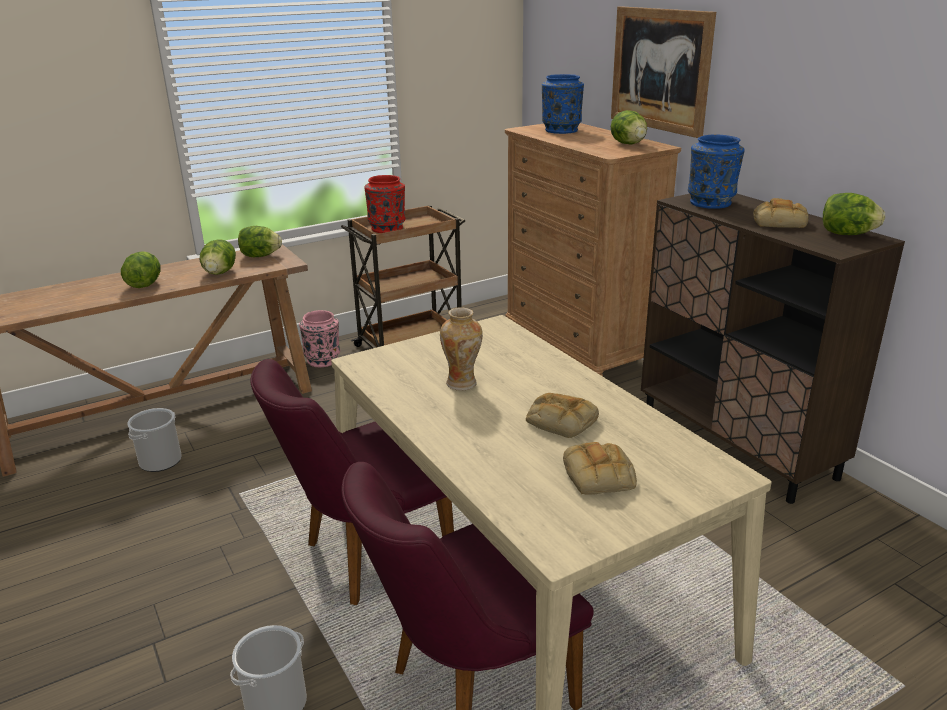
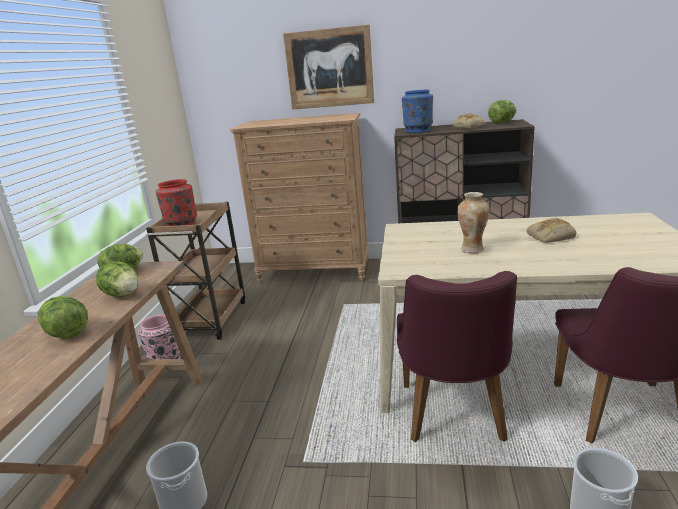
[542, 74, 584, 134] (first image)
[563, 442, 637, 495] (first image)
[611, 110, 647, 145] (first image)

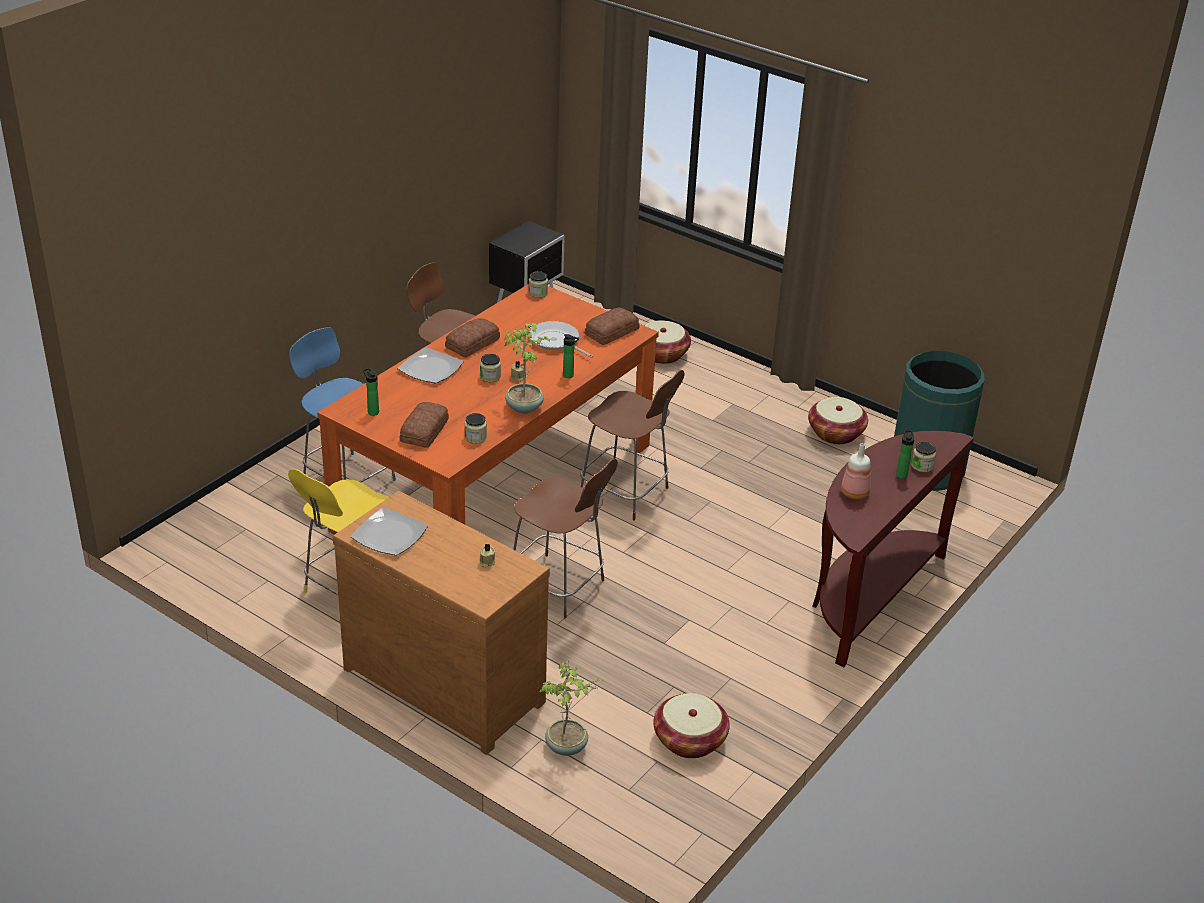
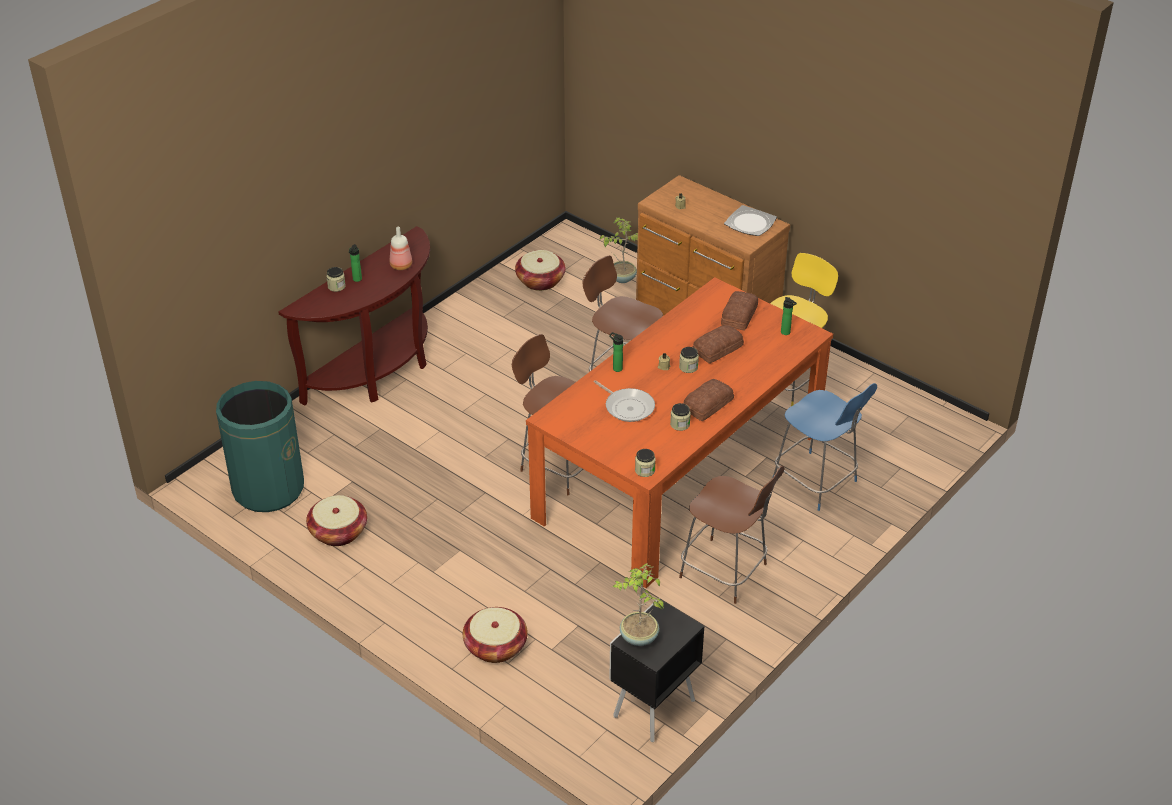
[397, 347, 464, 383] (first image)
[670, 403, 691, 431]
[613, 563, 664, 646]
[693, 325, 744, 364]

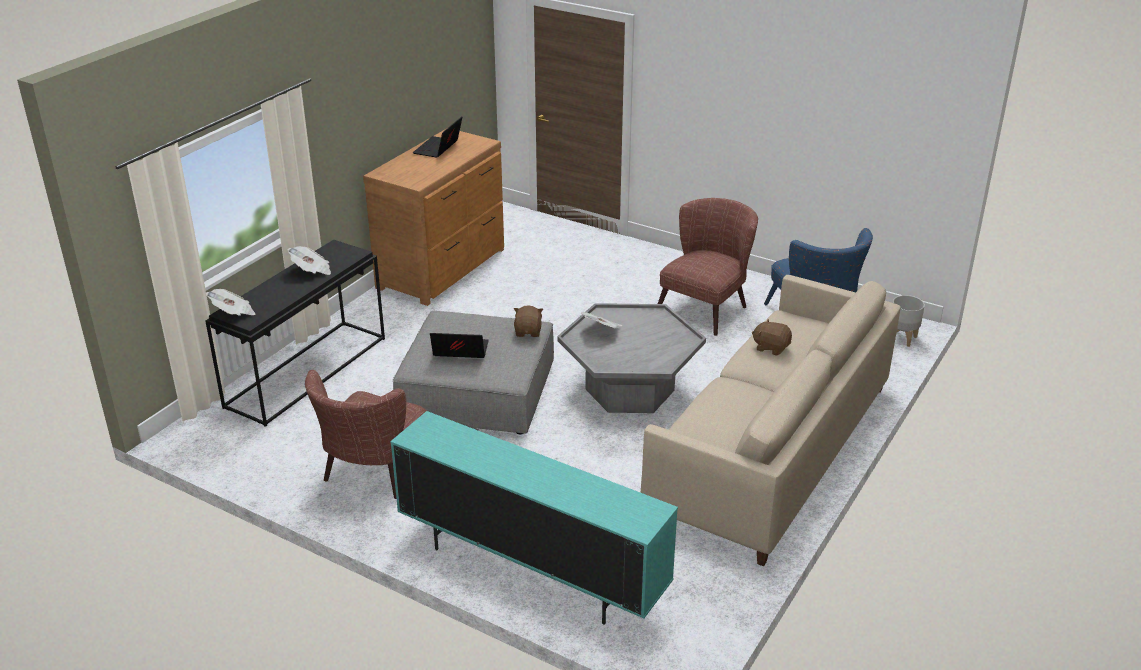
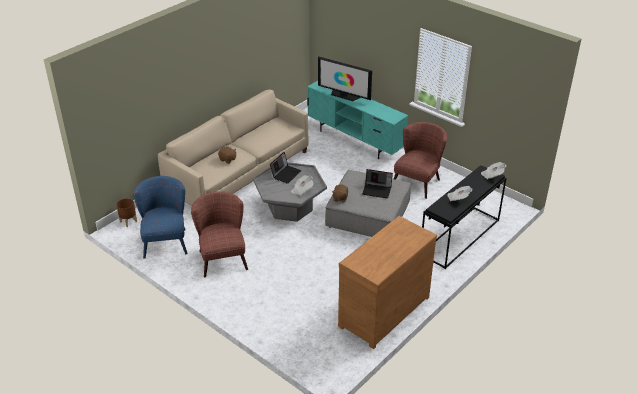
[270, 152, 301, 184]
[191, 191, 248, 278]
[116, 198, 137, 227]
[318, 56, 372, 101]

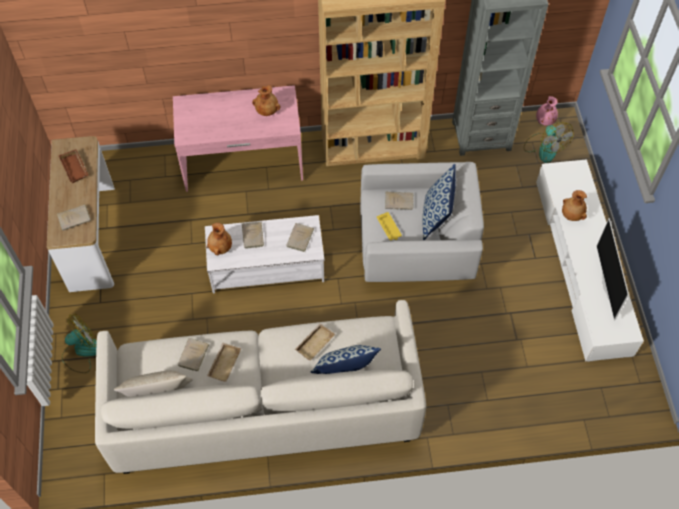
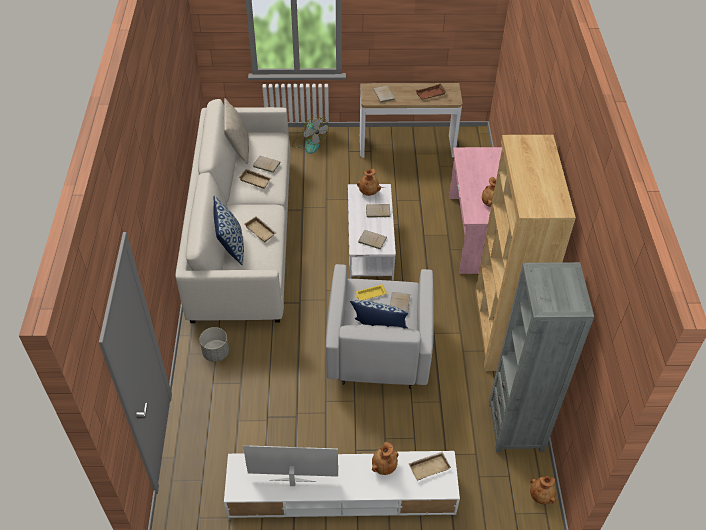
[524, 122, 573, 163] (first image)
[530, 475, 556, 504]
[199, 327, 229, 362]
[409, 452, 451, 480]

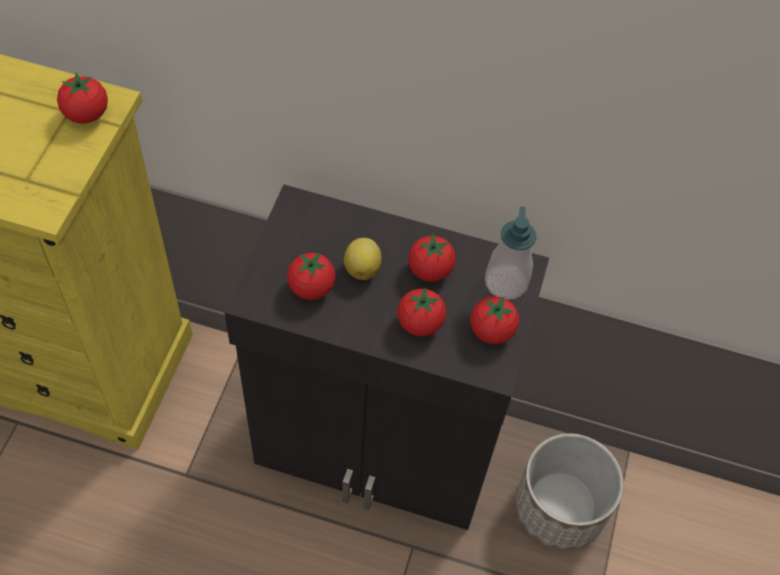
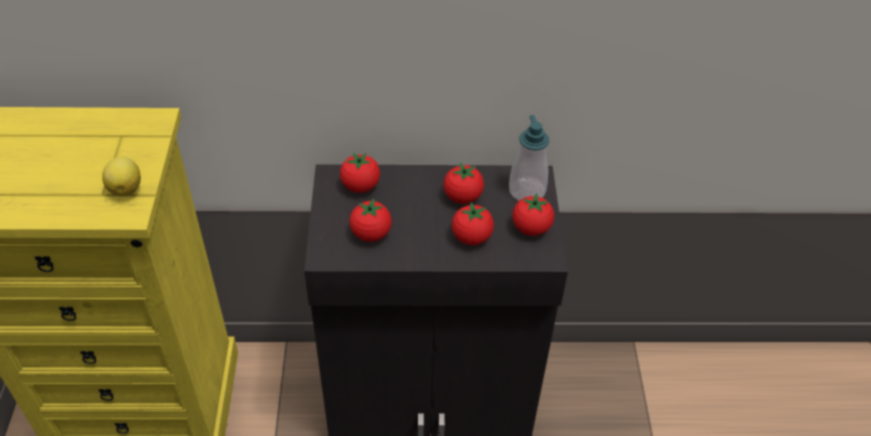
[340, 153, 380, 193]
[102, 157, 141, 197]
[515, 433, 624, 550] (first image)

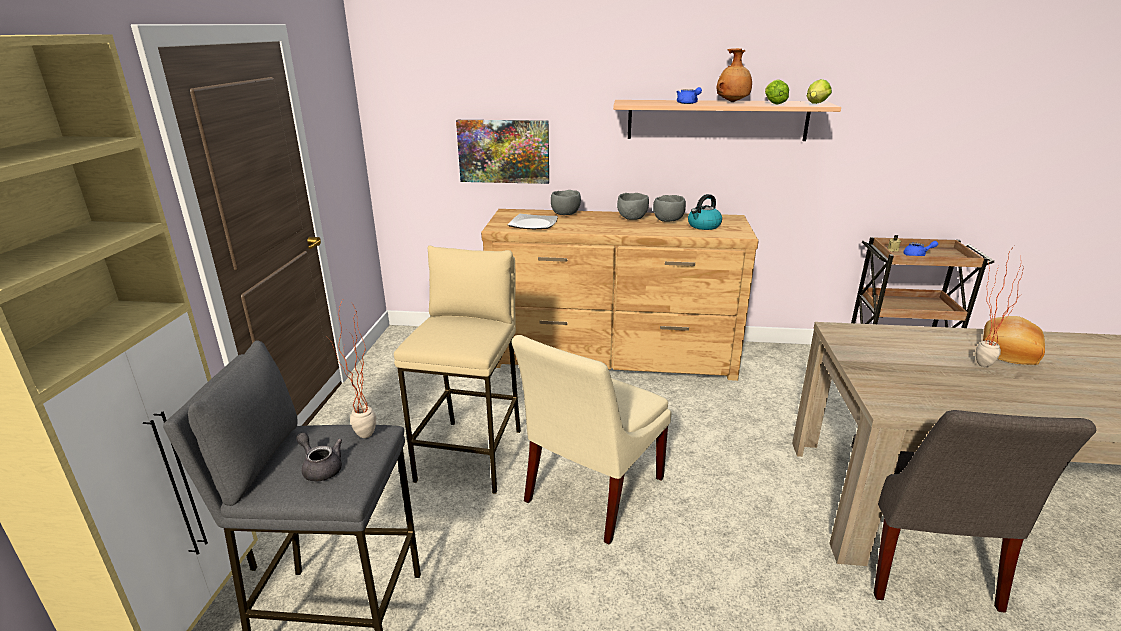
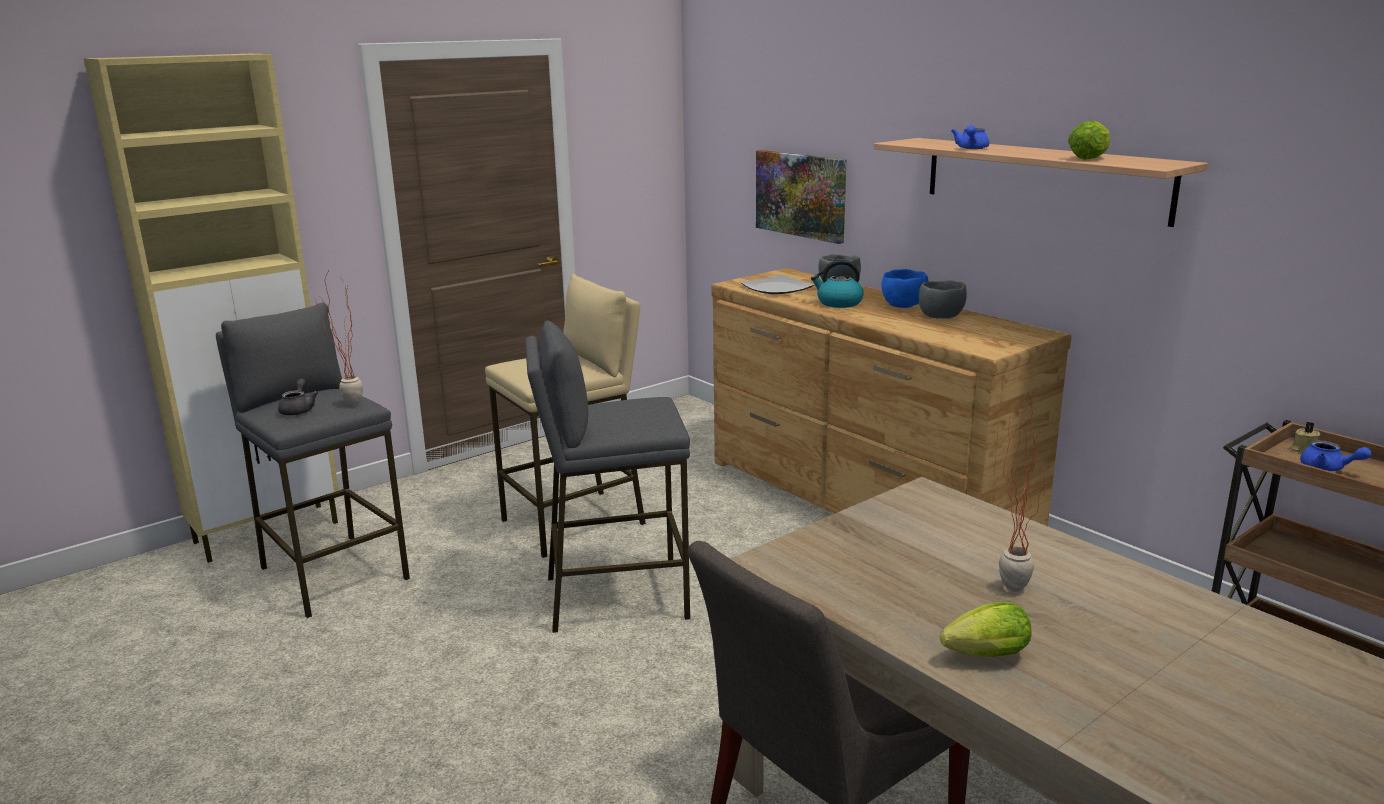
[525, 321, 690, 633]
[881, 269, 929, 308]
[811, 260, 864, 308]
[716, 48, 752, 102] (first image)
[940, 602, 1031, 657]
[983, 316, 1045, 365] (first image)

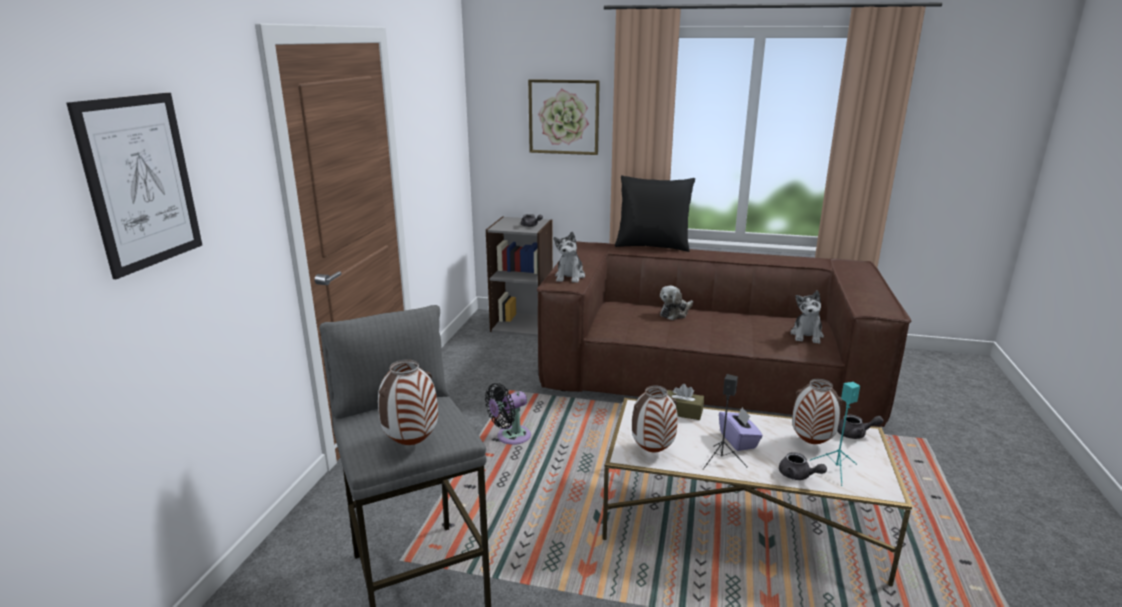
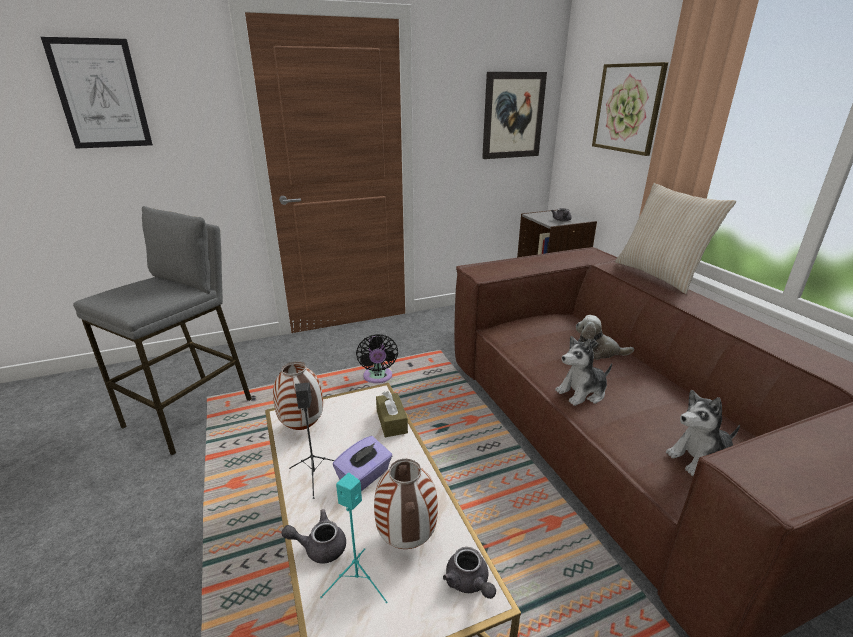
[378, 359, 438, 445] (first image)
[356, 334, 398, 383]
[555, 336, 612, 406]
[615, 183, 736, 294]
[281, 509, 346, 563]
[482, 72, 547, 159]

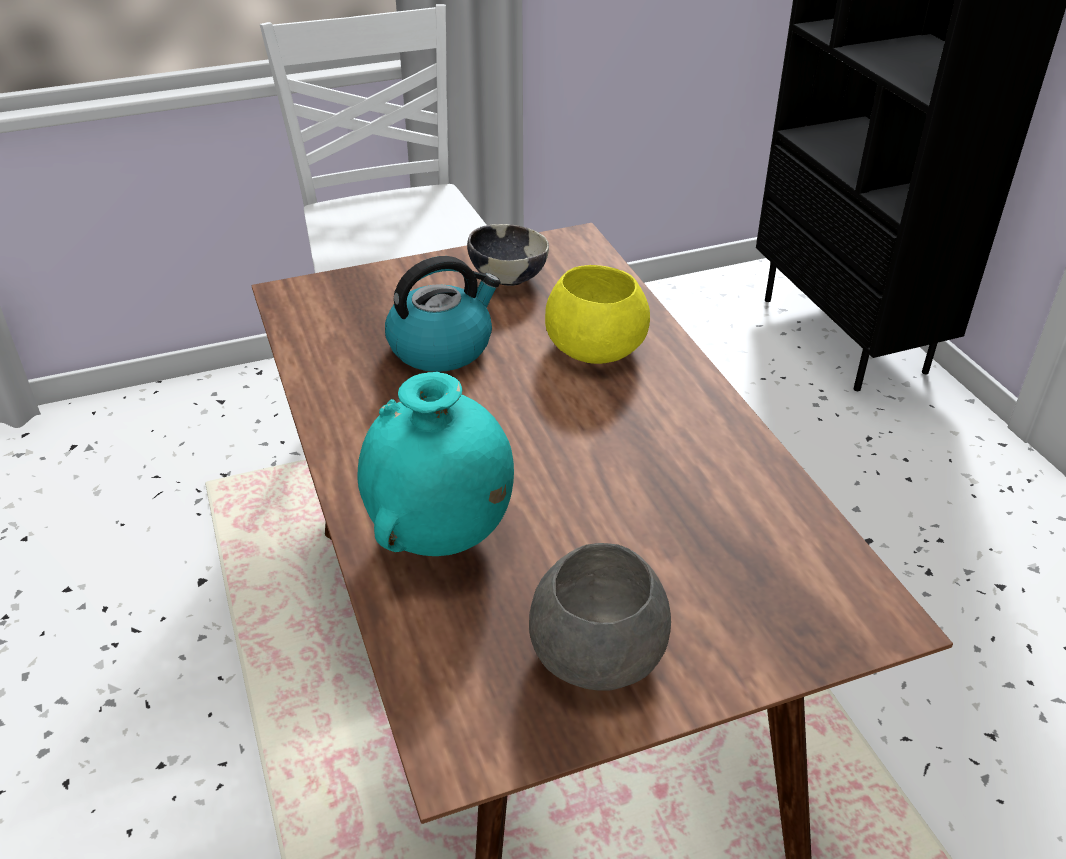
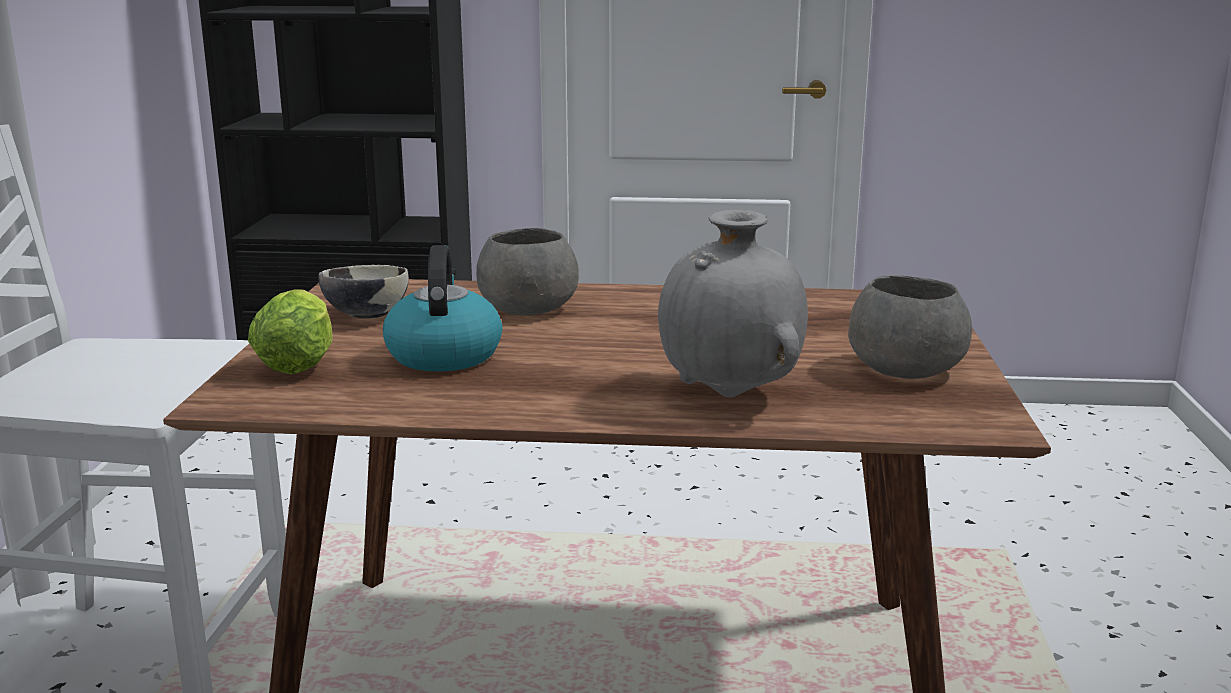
[658, 210, 808, 398]
[476, 228, 579, 316]
[248, 290, 333, 374]

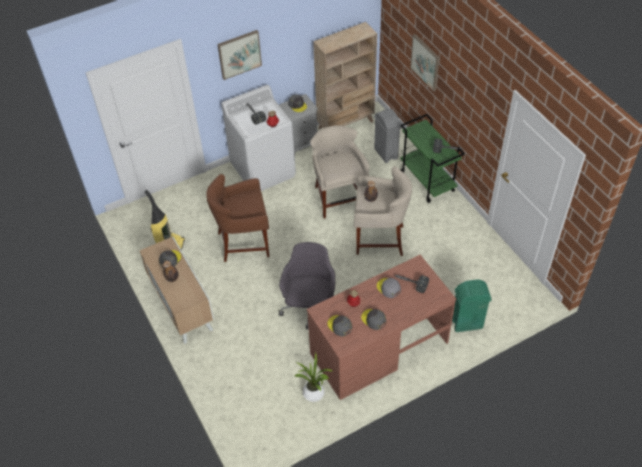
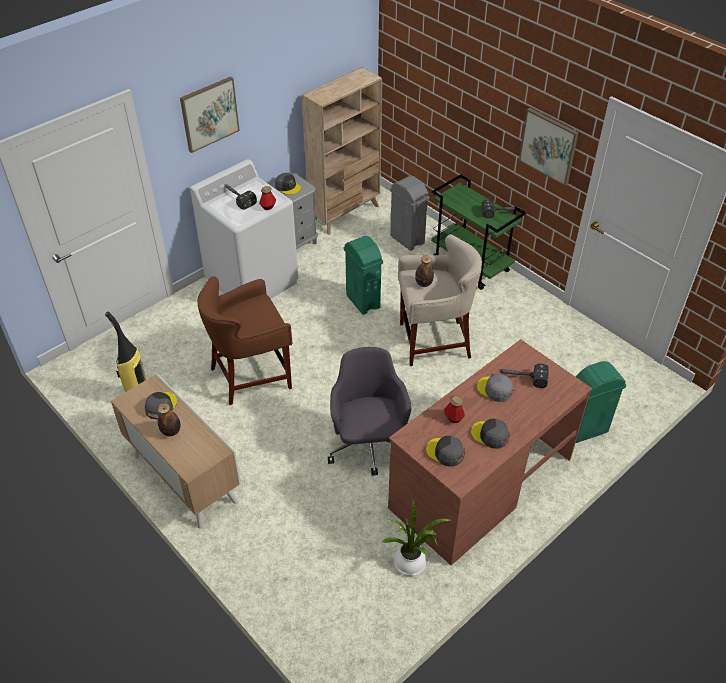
[344, 236, 383, 315]
[519, 108, 579, 186]

